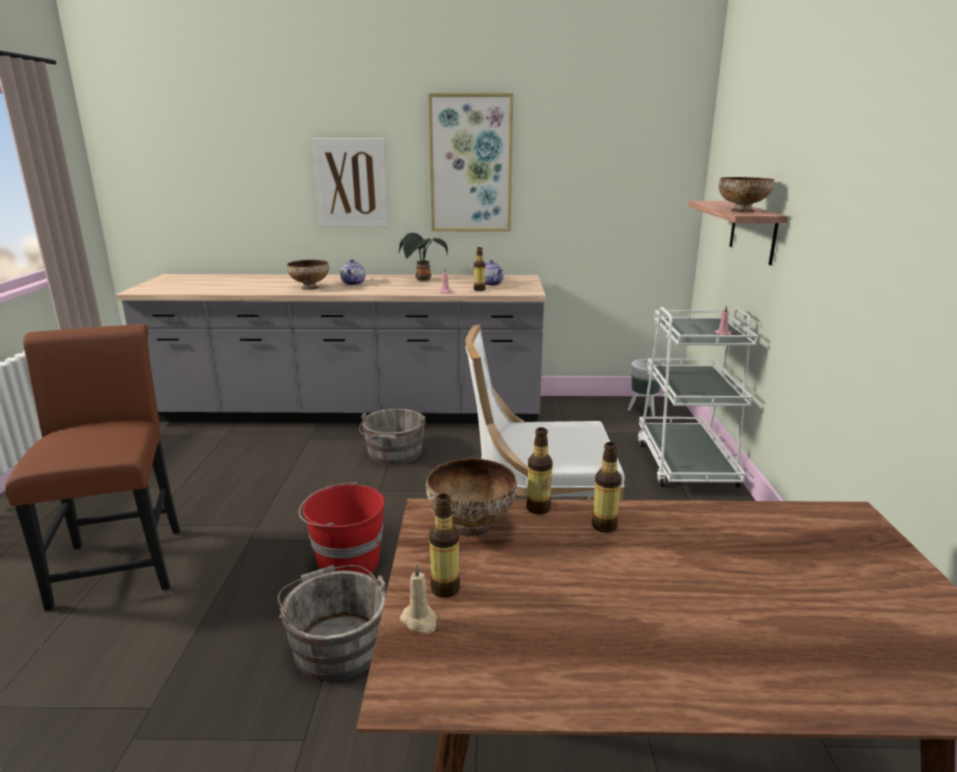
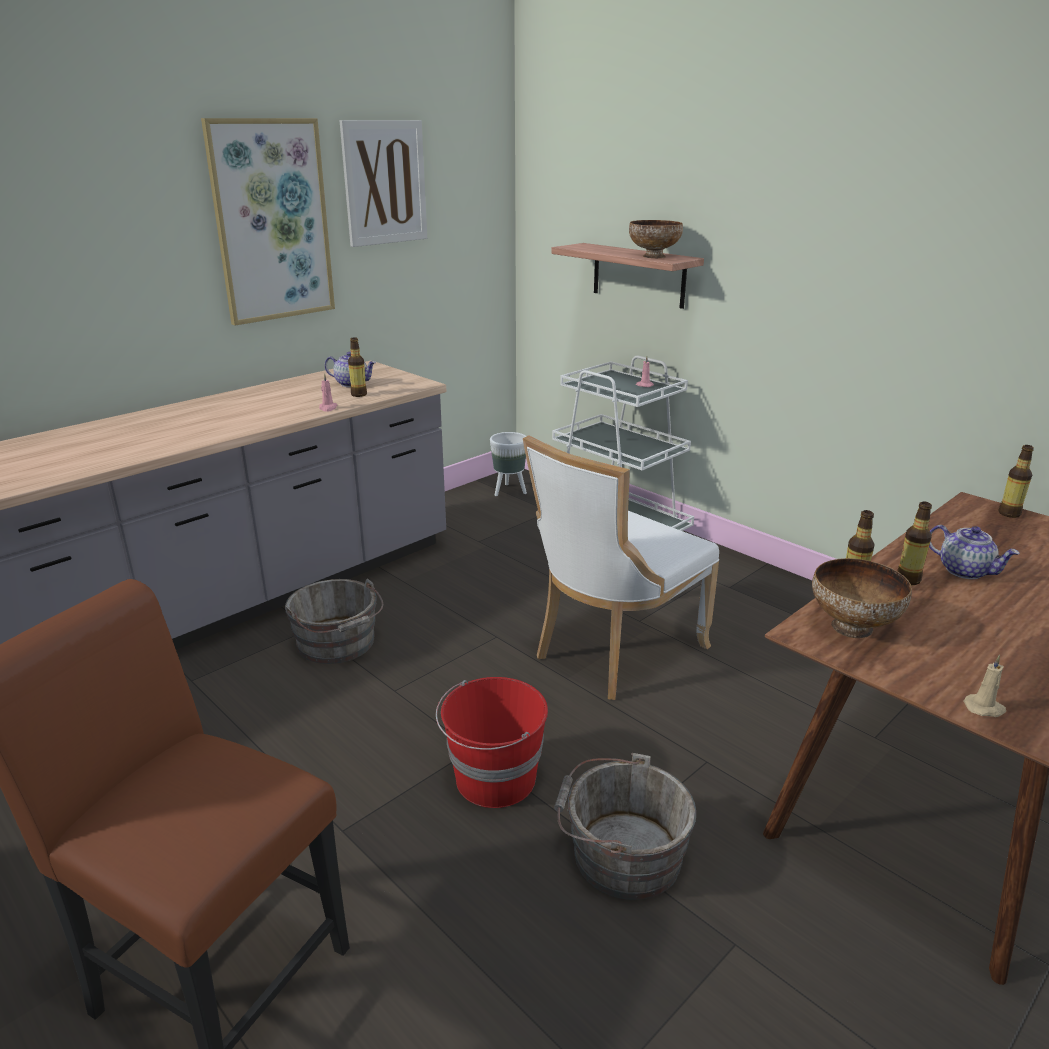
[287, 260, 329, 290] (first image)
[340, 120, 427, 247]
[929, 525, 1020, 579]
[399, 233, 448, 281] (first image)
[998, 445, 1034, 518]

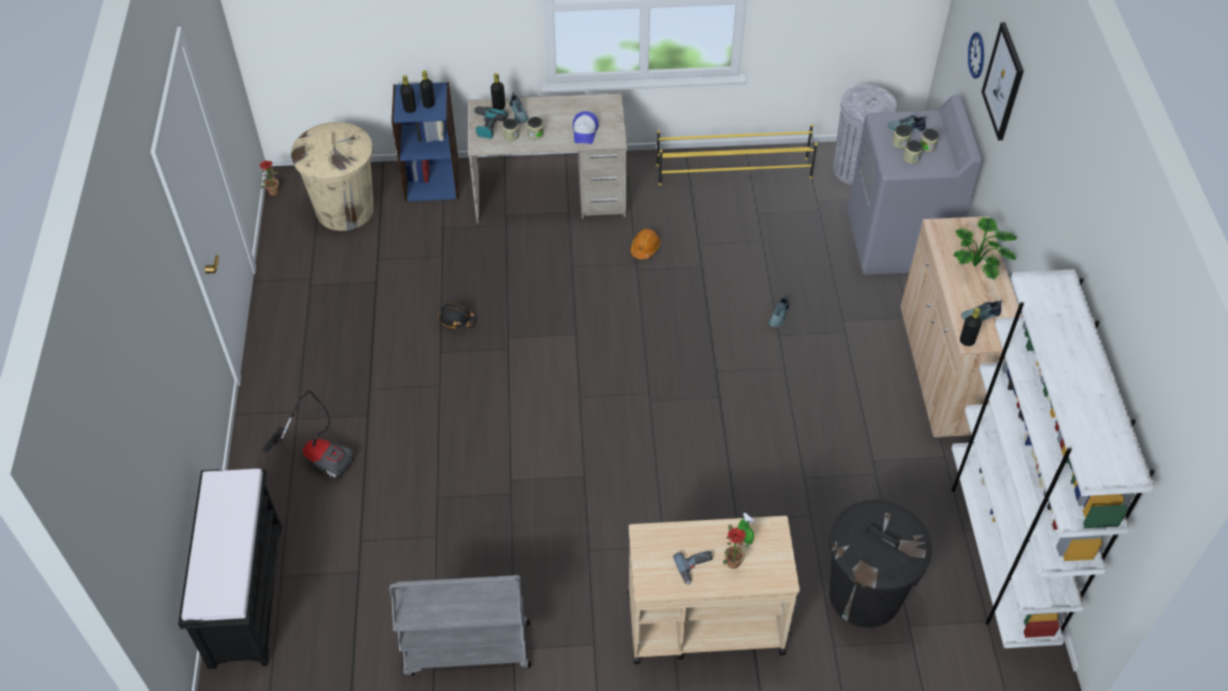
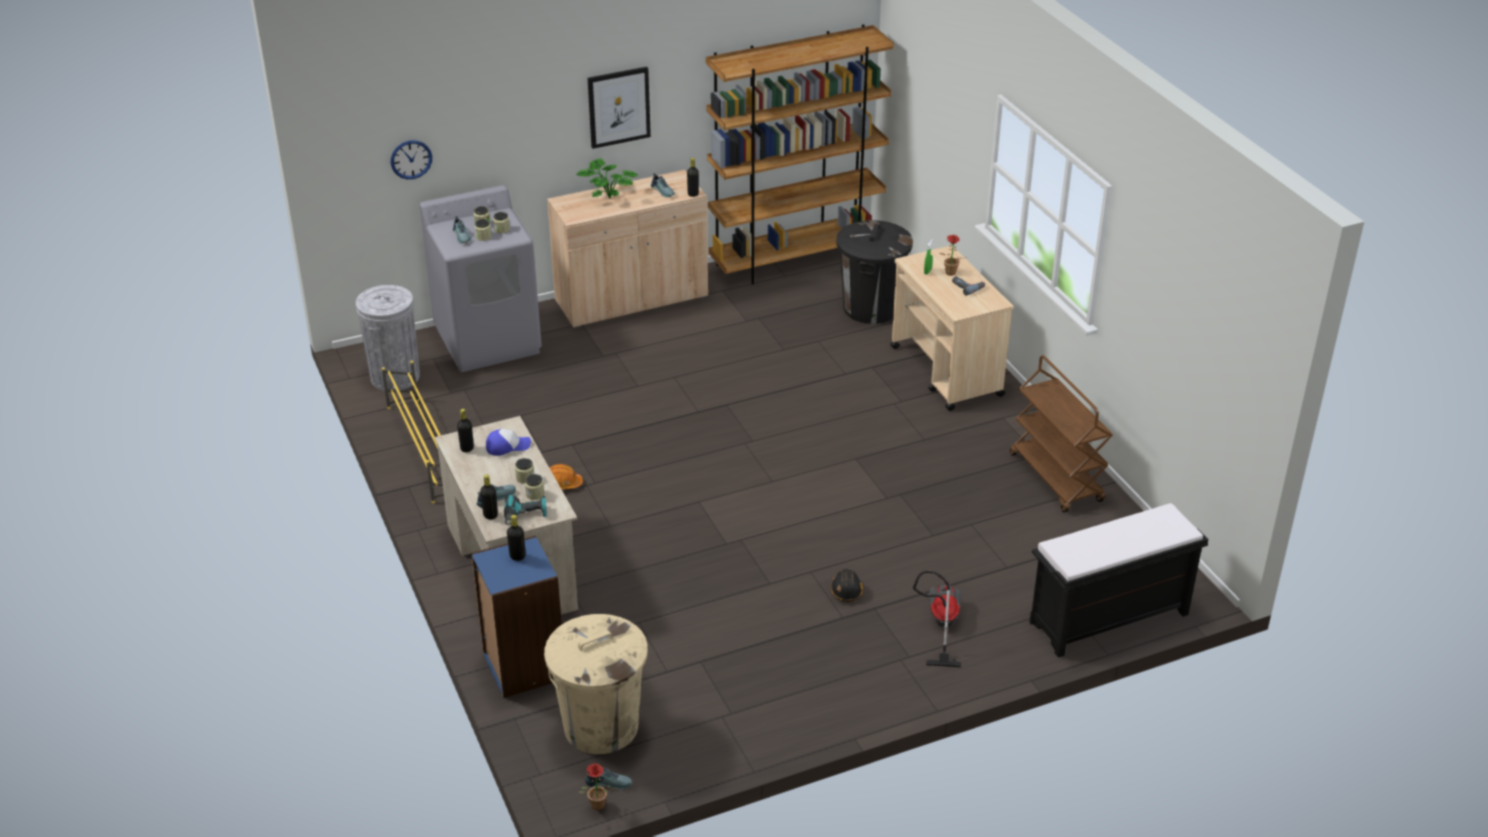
[1010, 355, 1113, 513]
[457, 409, 474, 452]
[831, 569, 863, 602]
[585, 767, 632, 790]
[706, 24, 894, 285]
[588, 67, 651, 149]

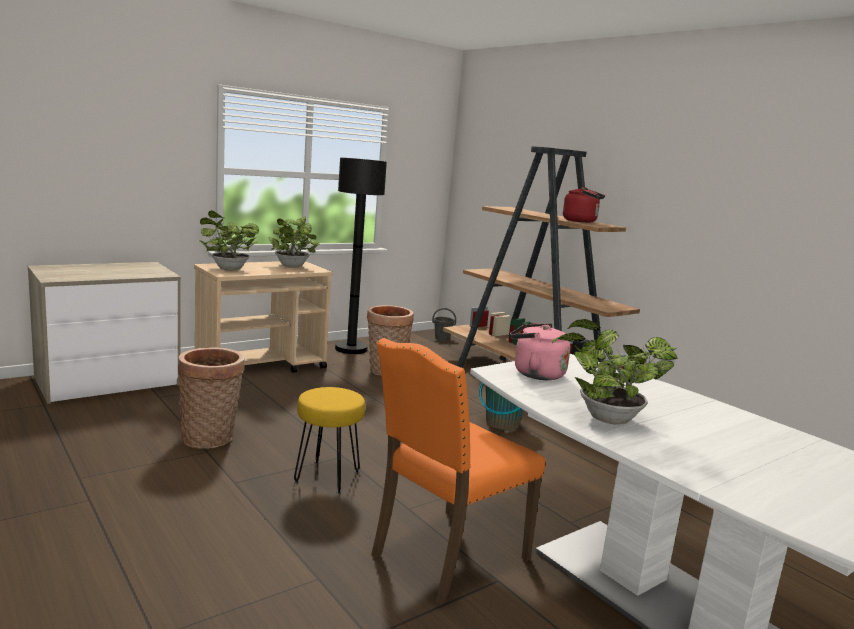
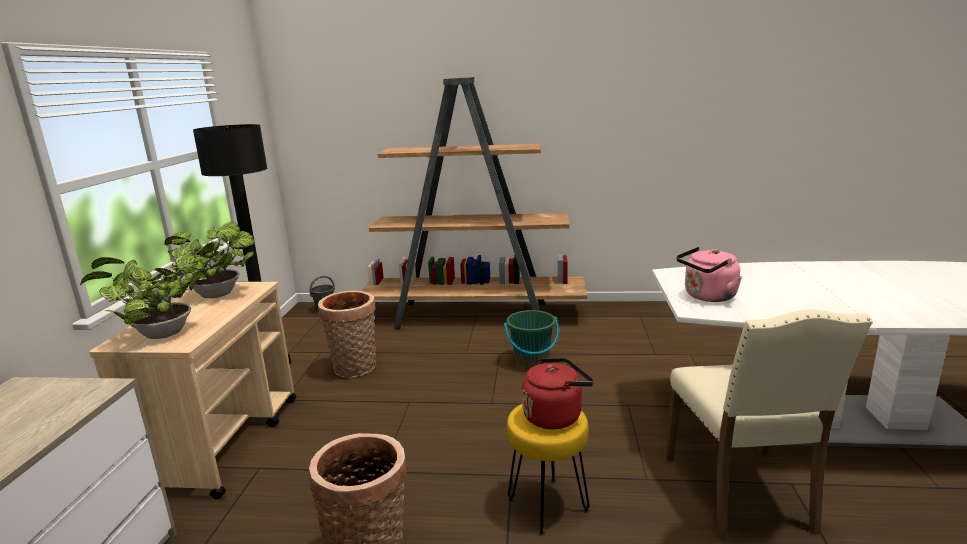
[666, 309, 873, 541]
[552, 319, 678, 425] (first image)
[522, 358, 594, 429]

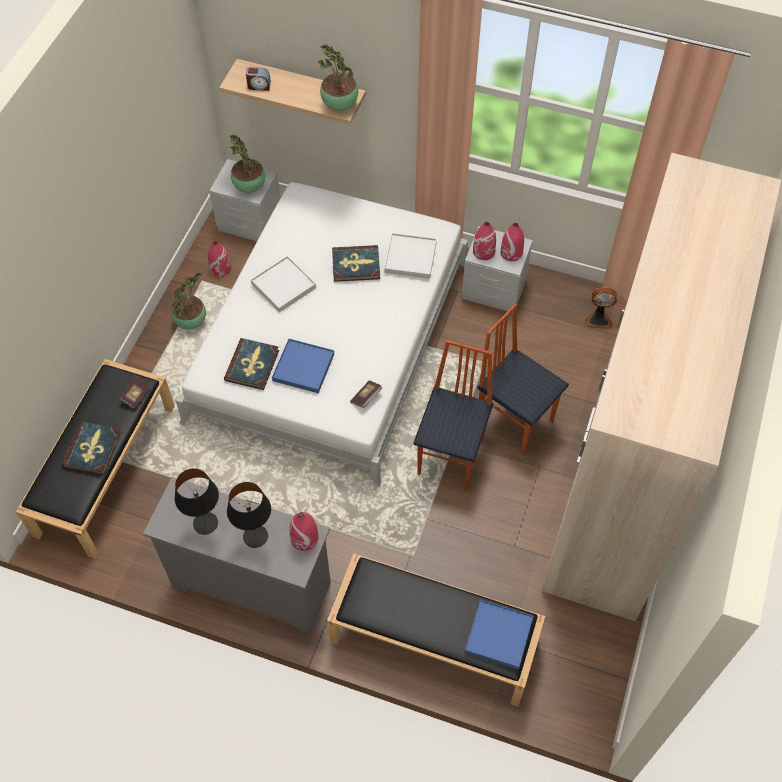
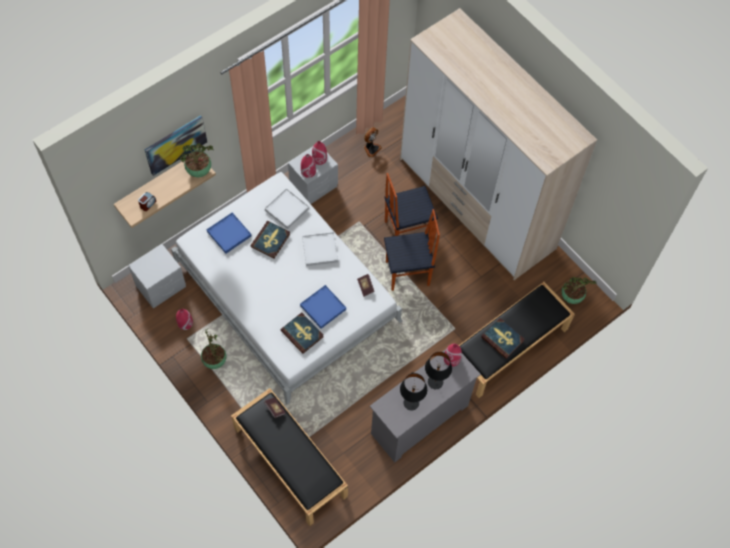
[481, 318, 525, 359]
[561, 277, 597, 304]
[302, 232, 338, 266]
[384, 209, 440, 291]
[207, 213, 251, 253]
[145, 115, 207, 176]

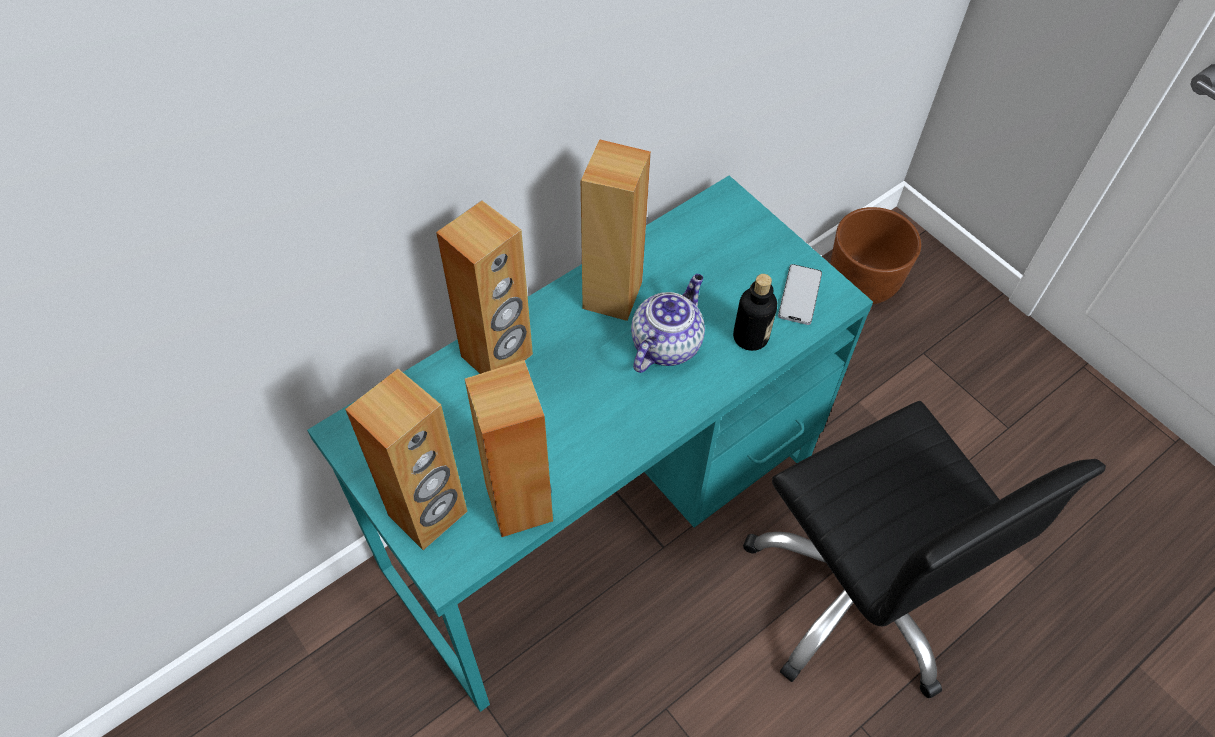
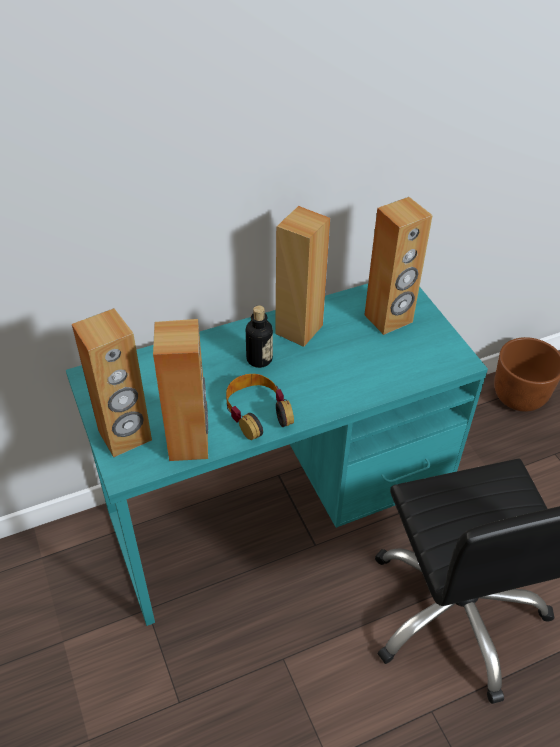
[364, 197, 433, 335]
[631, 274, 705, 373] (first image)
[246, 305, 273, 368]
[778, 264, 822, 325] (first image)
[226, 374, 294, 440]

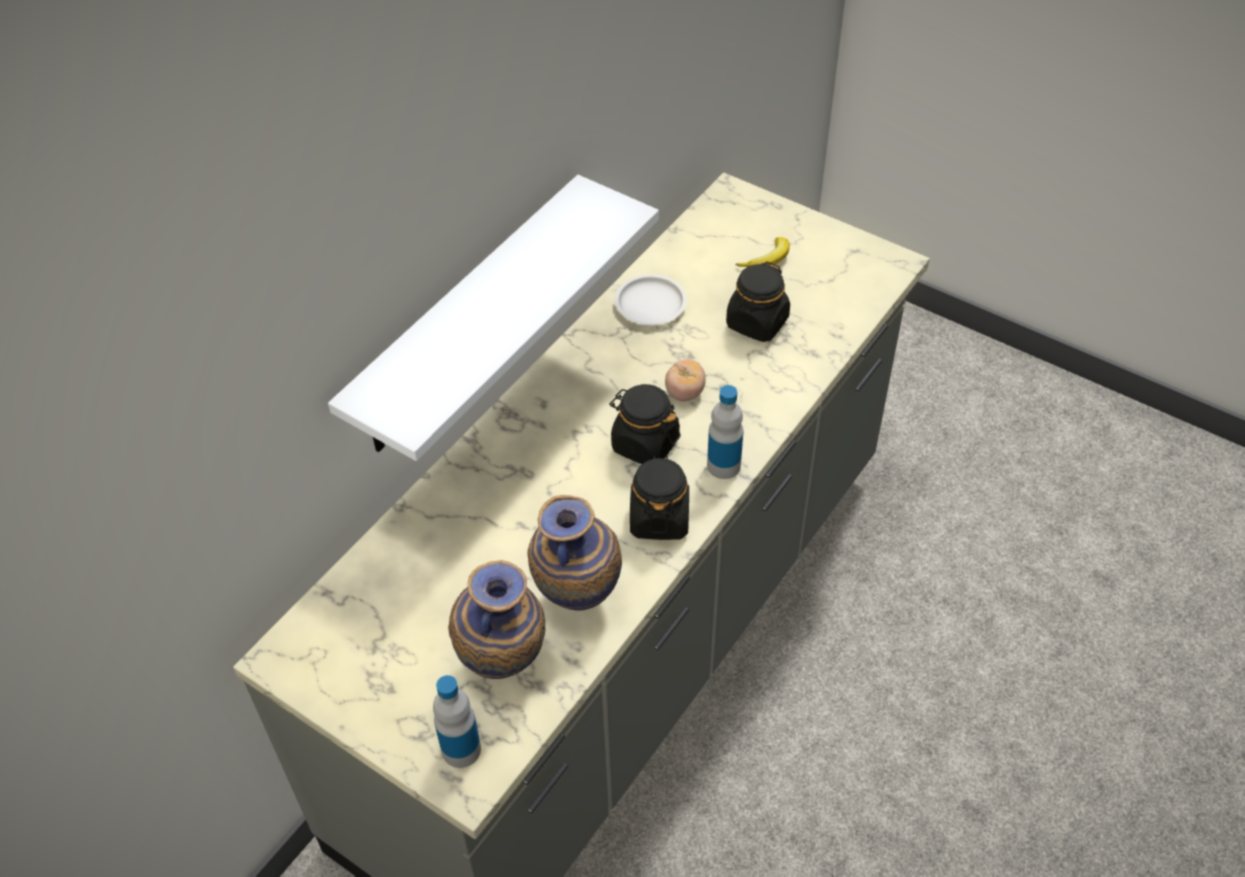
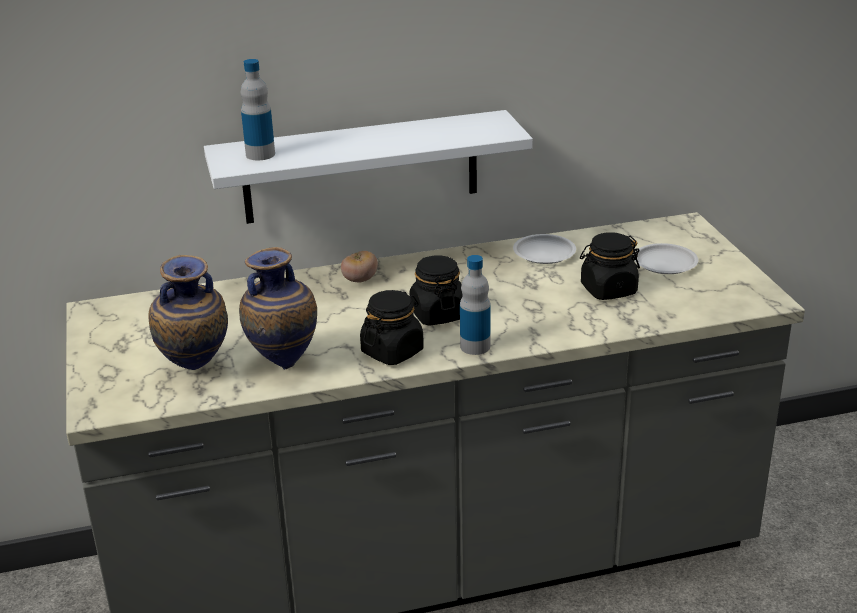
[241, 59, 275, 160]
[341, 251, 378, 282]
[633, 243, 698, 274]

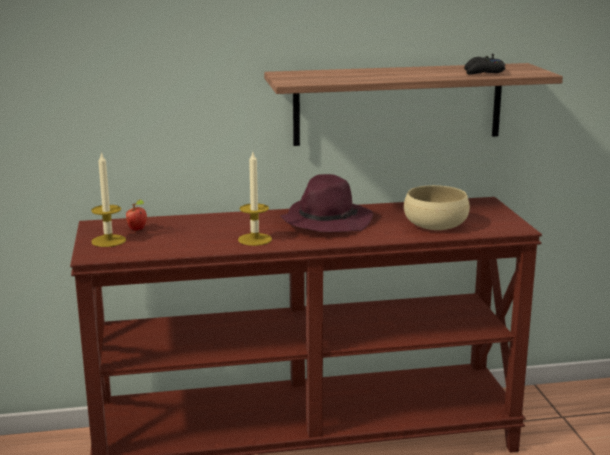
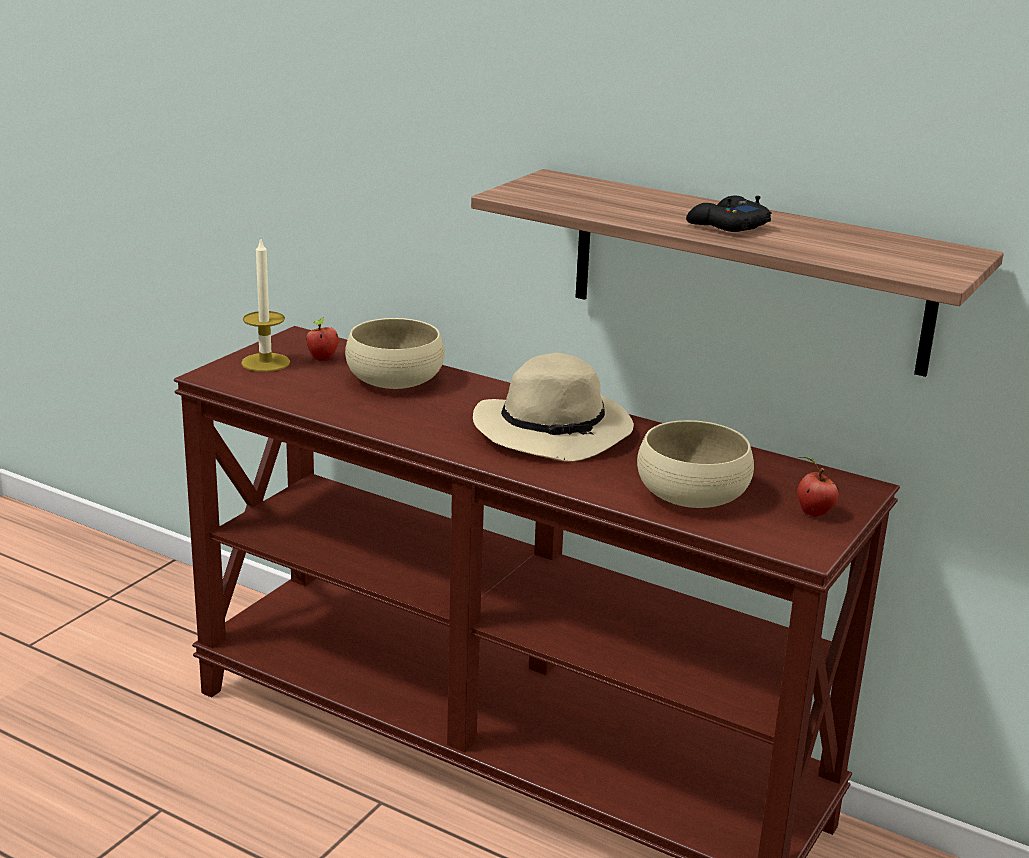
[238, 152, 272, 246] (first image)
[473, 353, 634, 462]
[686, 196, 772, 232]
[345, 318, 444, 389]
[797, 457, 838, 517]

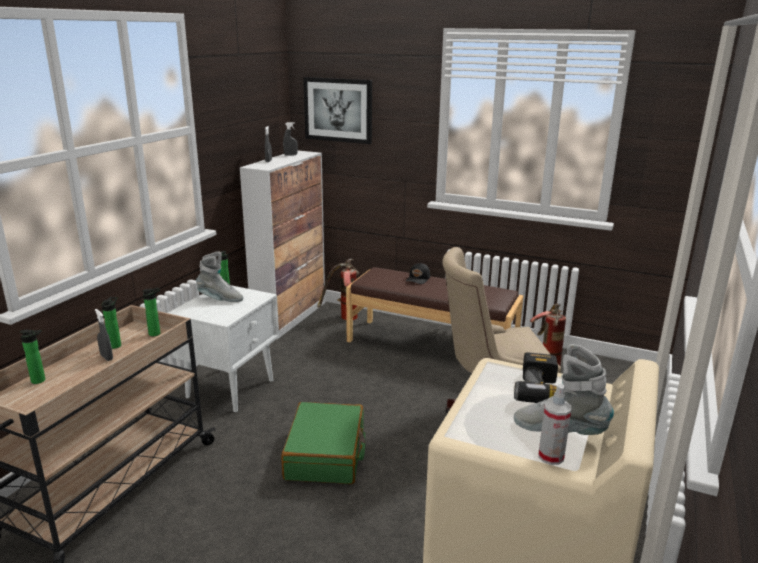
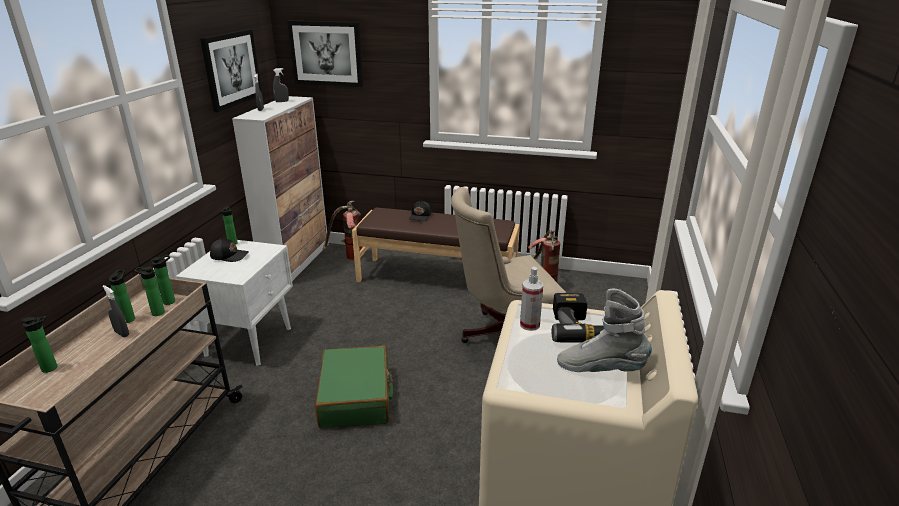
[210, 239, 249, 262]
[520, 267, 543, 331]
[134, 267, 165, 316]
[200, 29, 262, 112]

